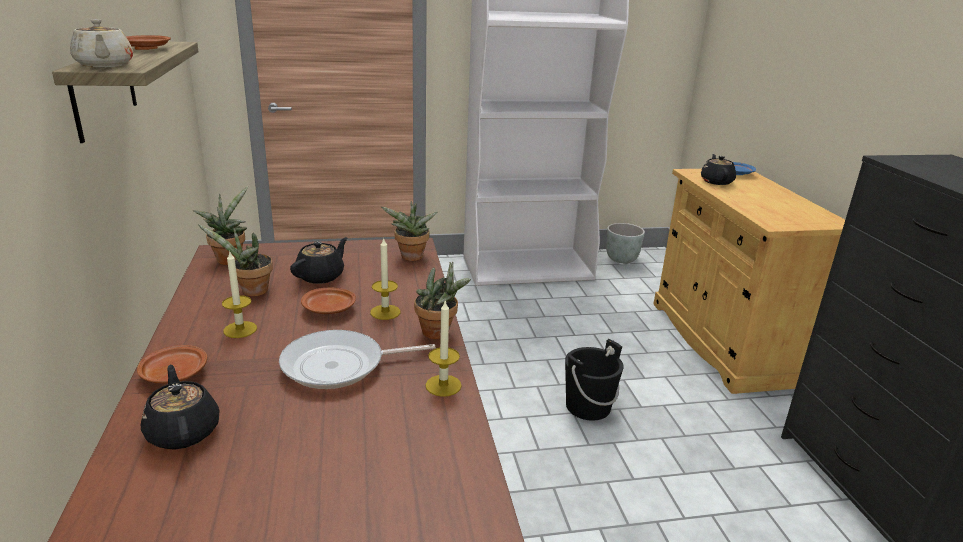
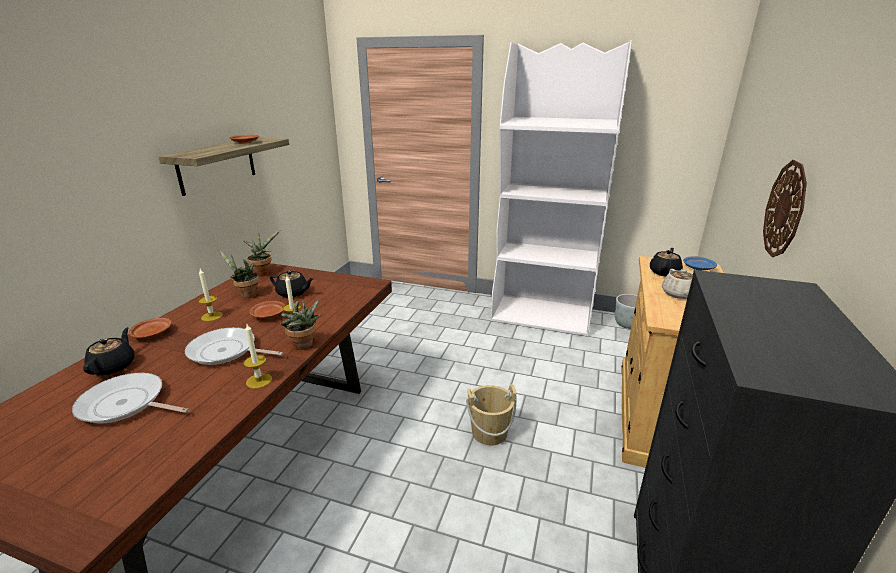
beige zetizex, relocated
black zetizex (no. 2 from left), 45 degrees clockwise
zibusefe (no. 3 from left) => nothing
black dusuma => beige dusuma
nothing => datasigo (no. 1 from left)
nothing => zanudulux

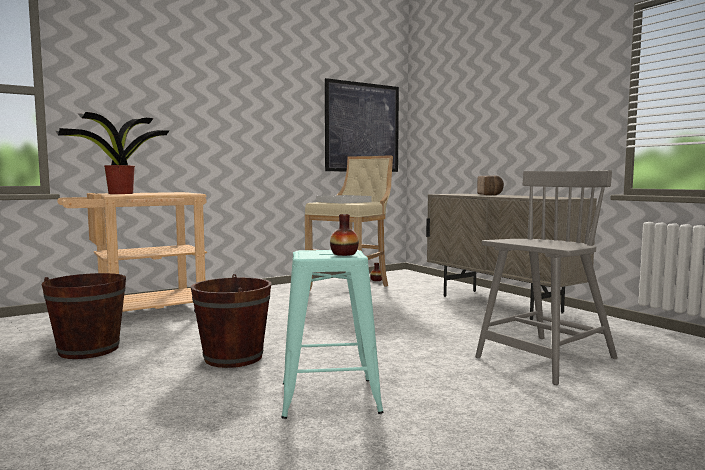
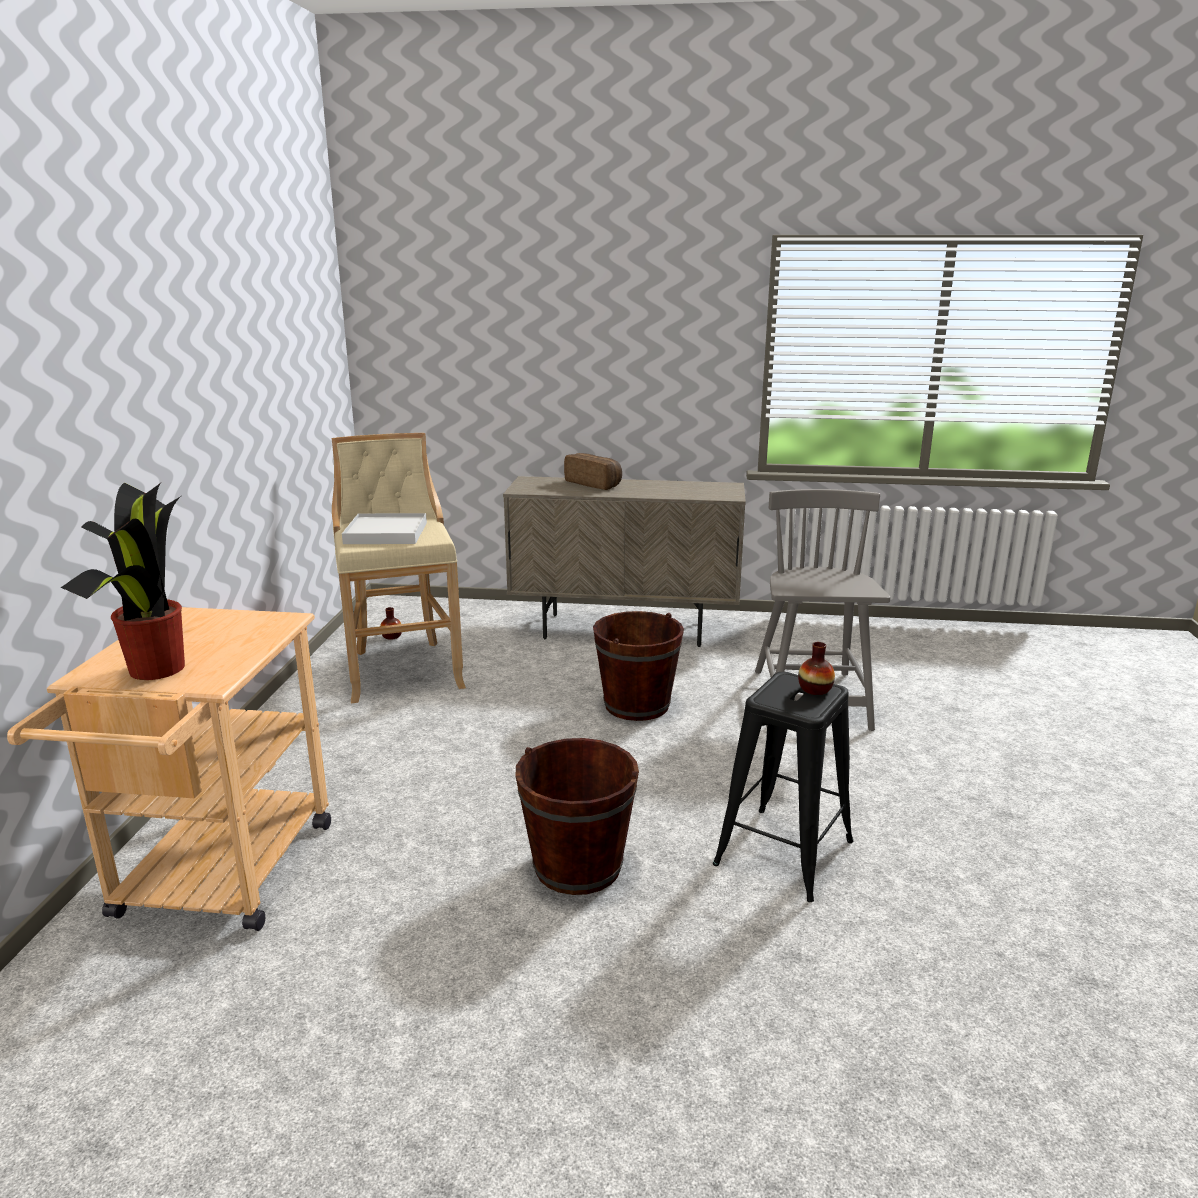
brown dusuma (no. 1 from left in the first image) => brown dusuma (no. 2 from left), relocated
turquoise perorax => black perorax
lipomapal => nothing

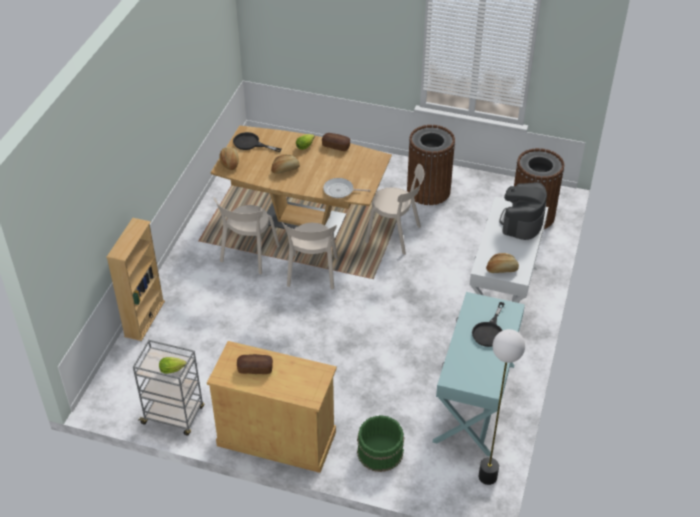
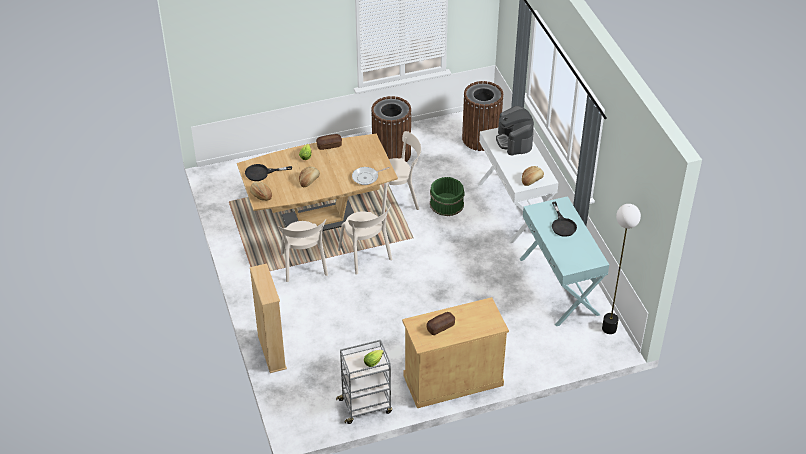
green dusuma, relocated

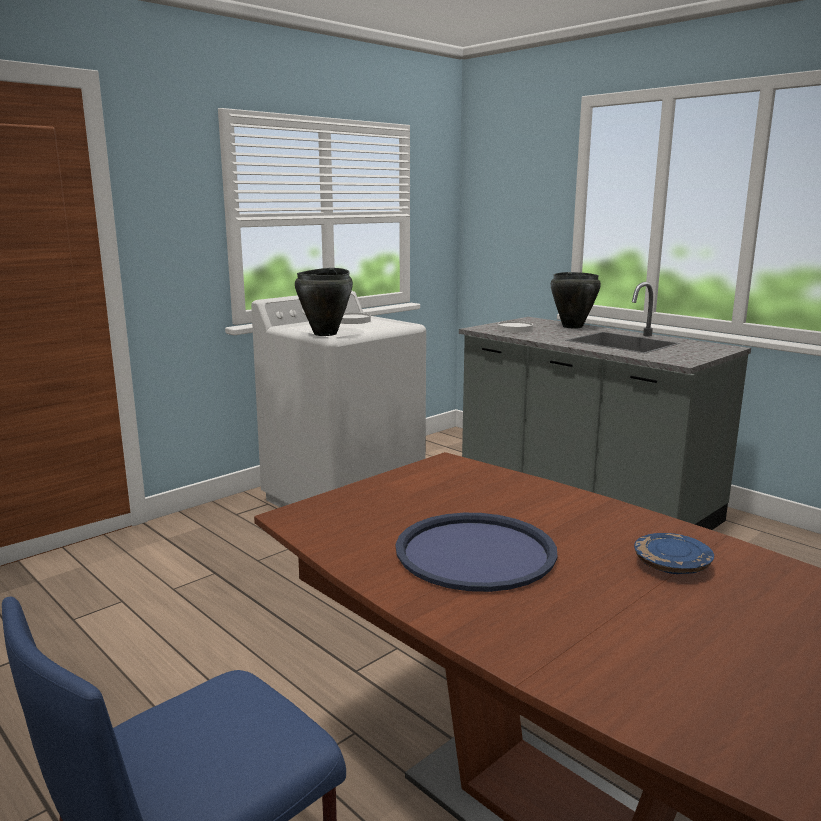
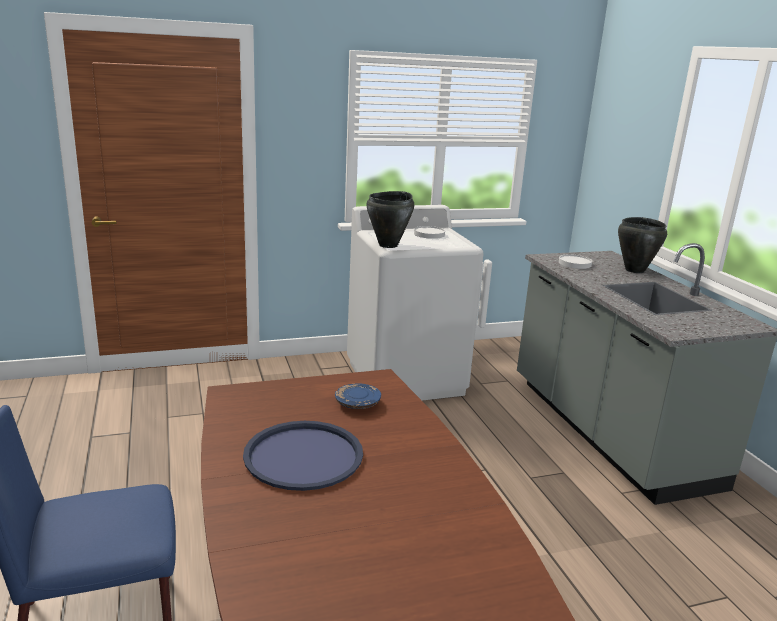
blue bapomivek, relocated

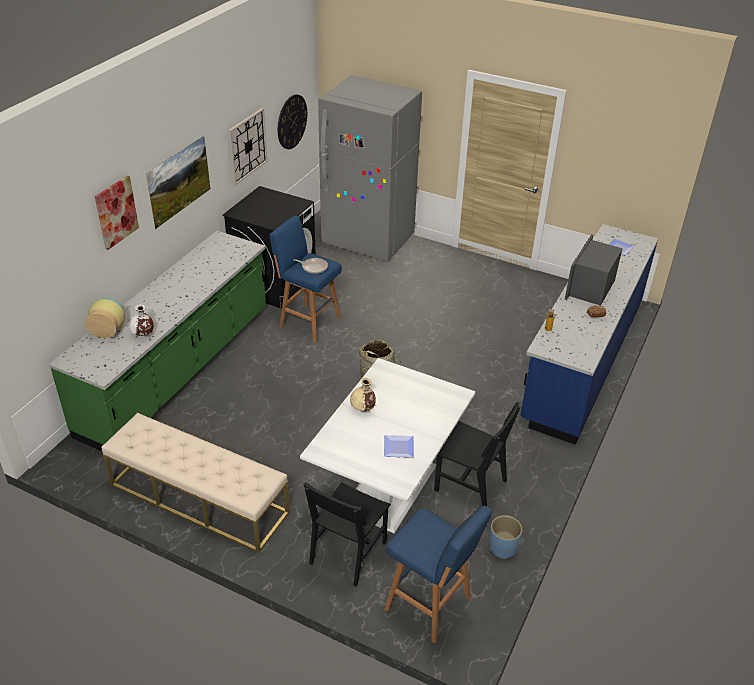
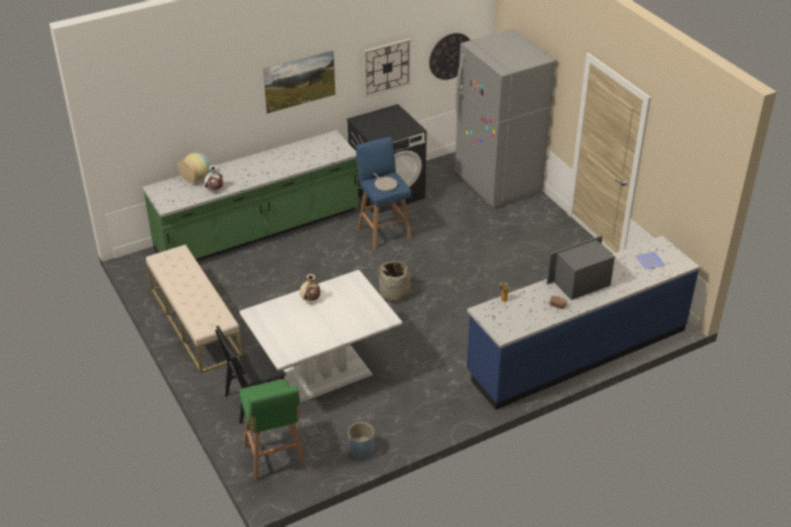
lipomapal (no. 1 from left) => nothing
bapomivek (no. 1 from left) => nothing
blue perorax (no. 2 from left) => green perorax
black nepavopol (no. 2 from left) => nothing

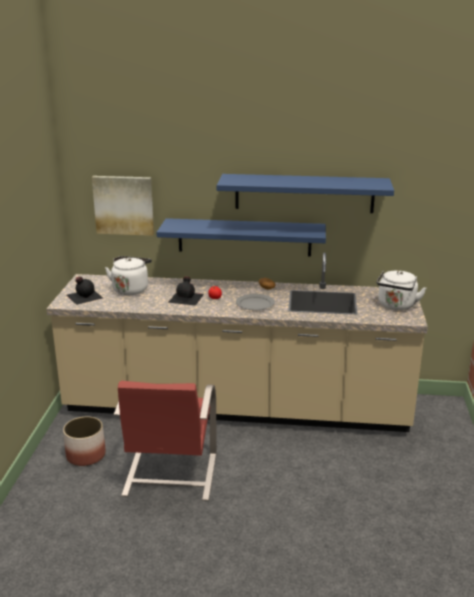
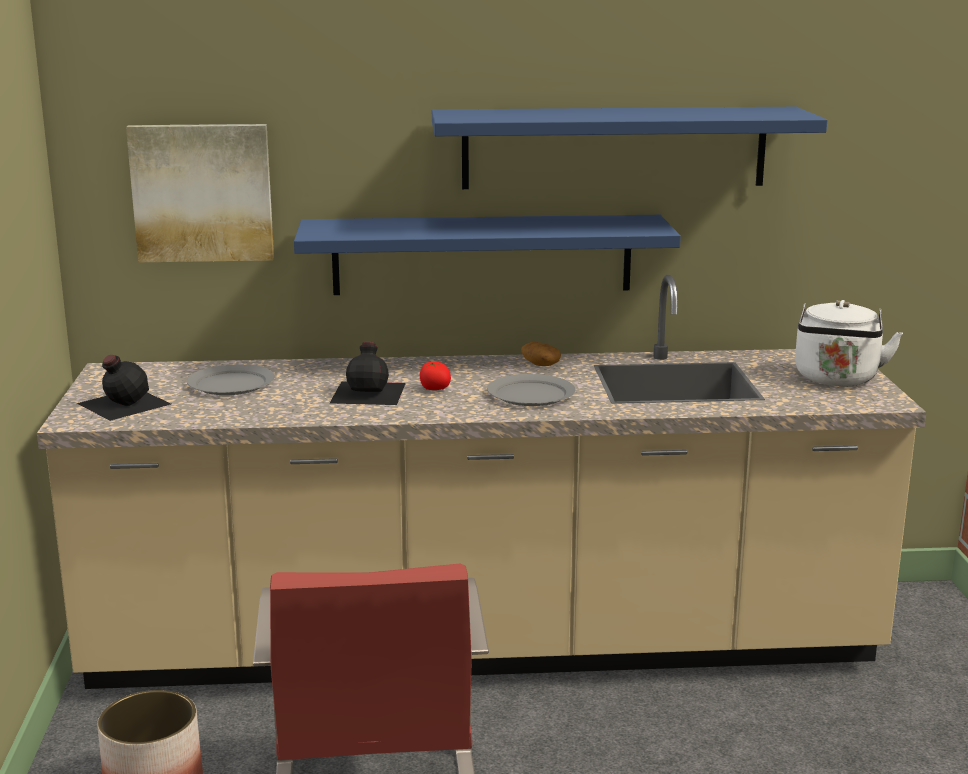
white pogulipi (no. 1 from left) => grey bapomivek (no. 1 from left)

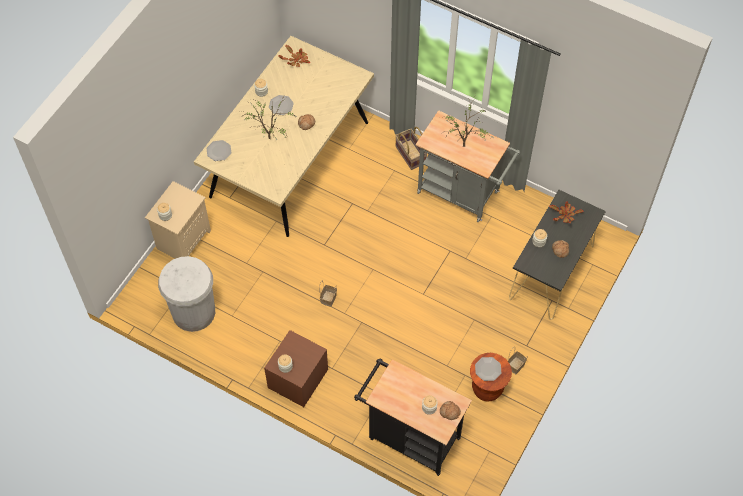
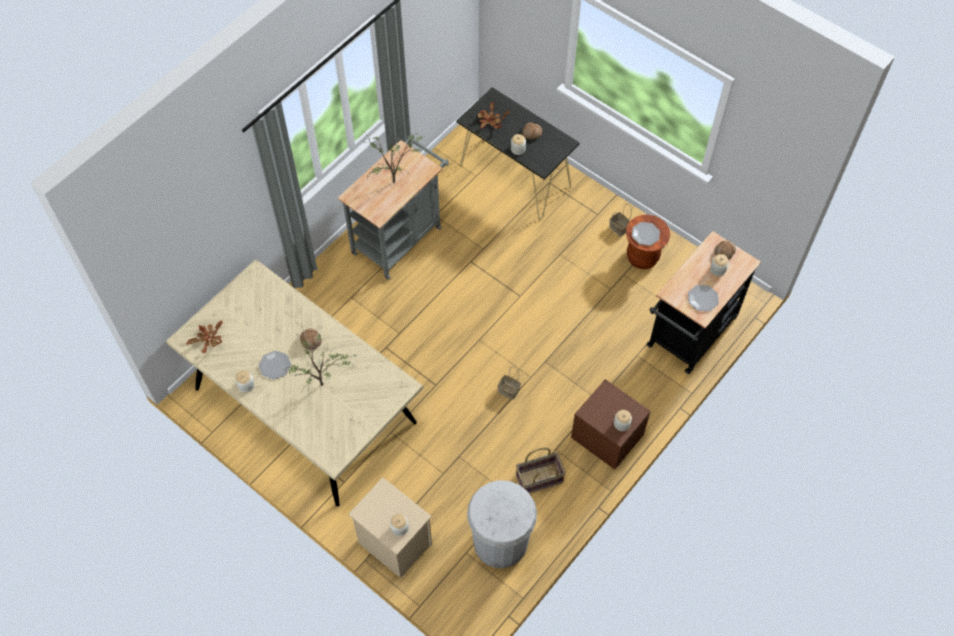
bapomivek (no. 1 from left in the first image) => bapomivek (no. 3 from left), relocated
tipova (no. 2 from left), relocated

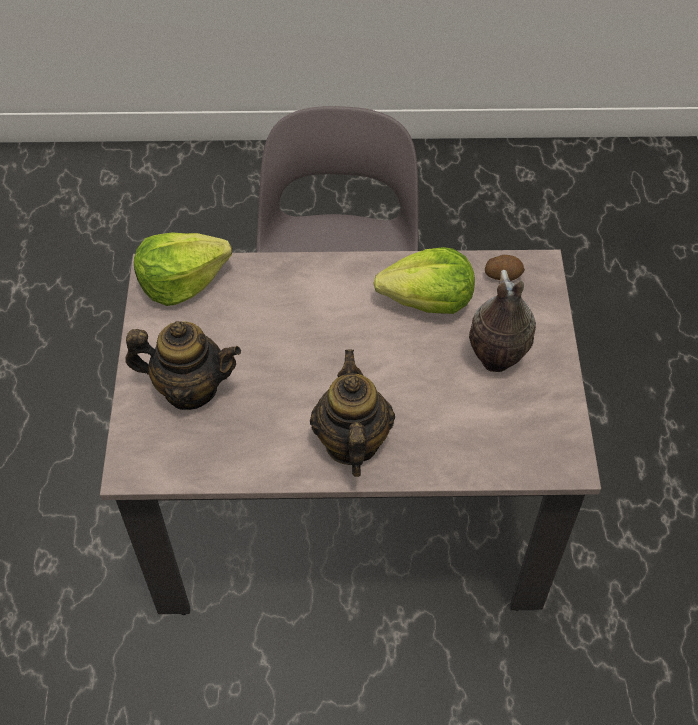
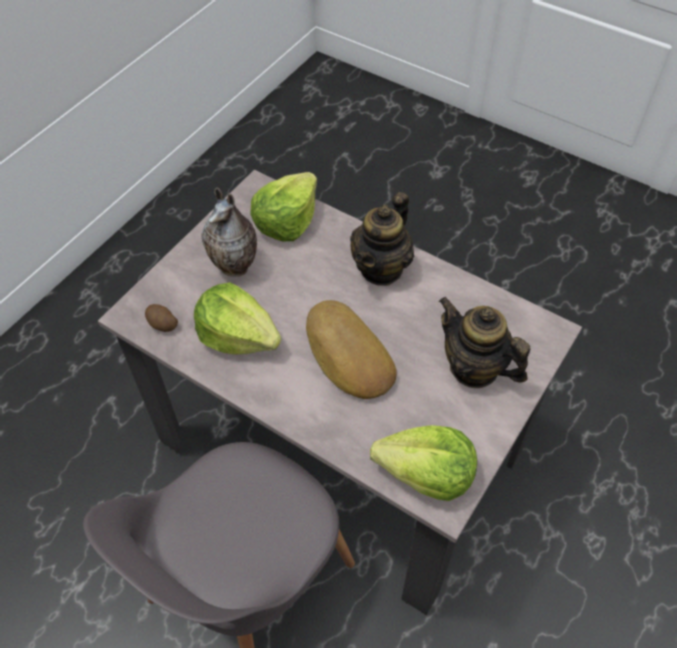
nothing => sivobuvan (no. 2 from left)
nothing => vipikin

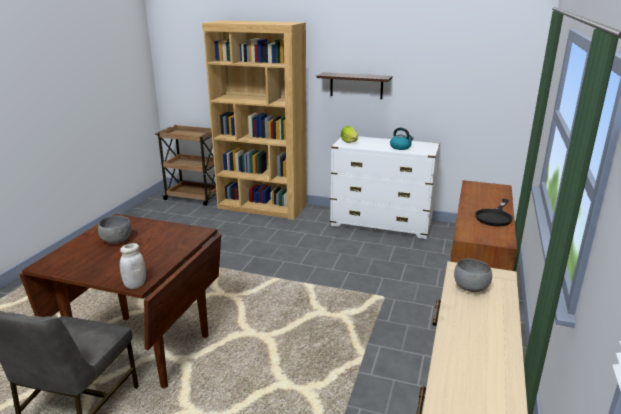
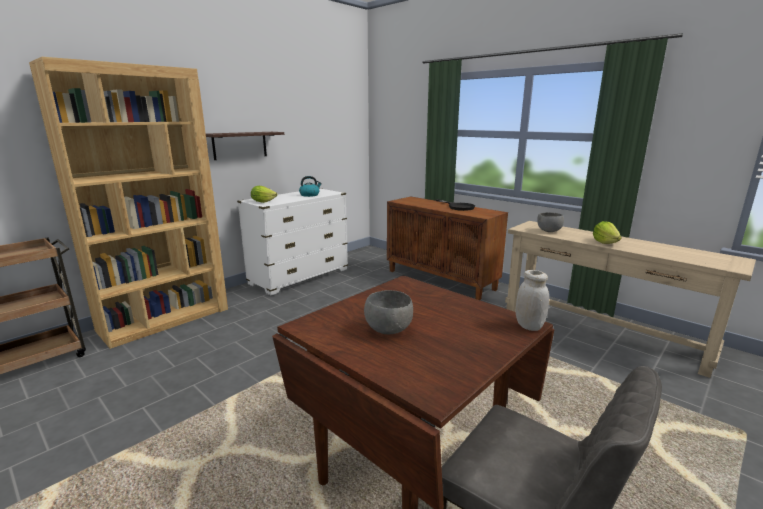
nothing => sivobuvan (no. 2 from left)

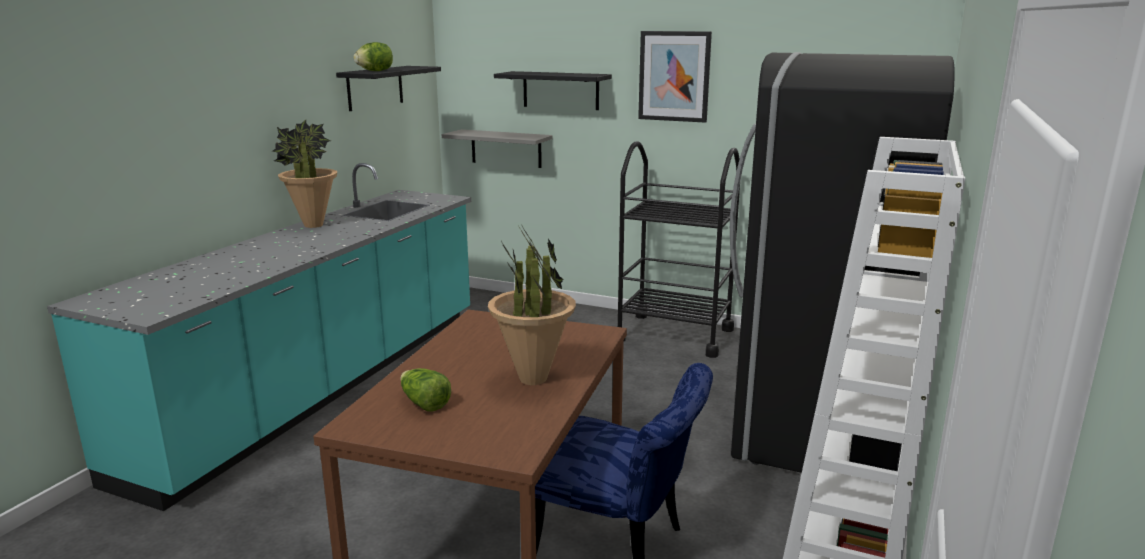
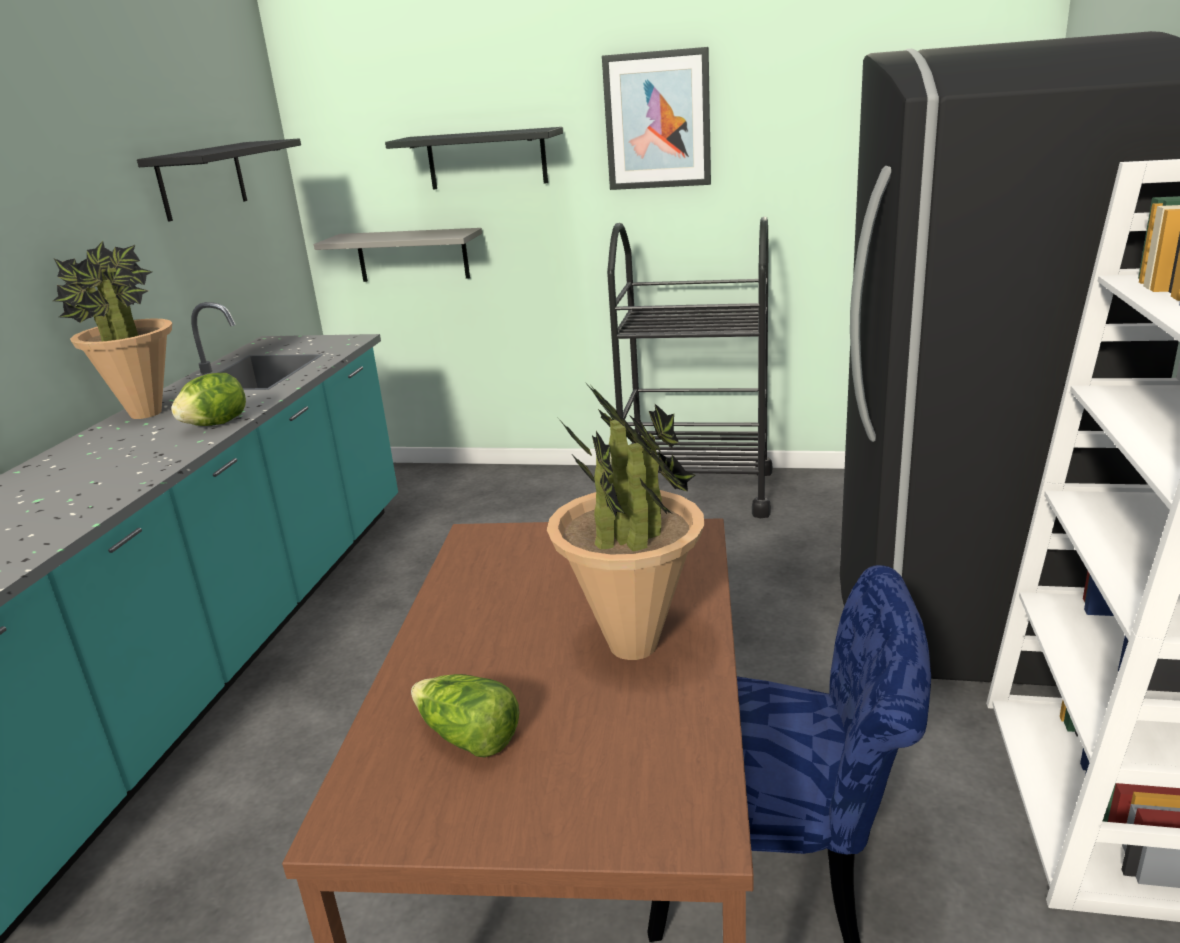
sivobuvan (no. 1 from left), relocated

